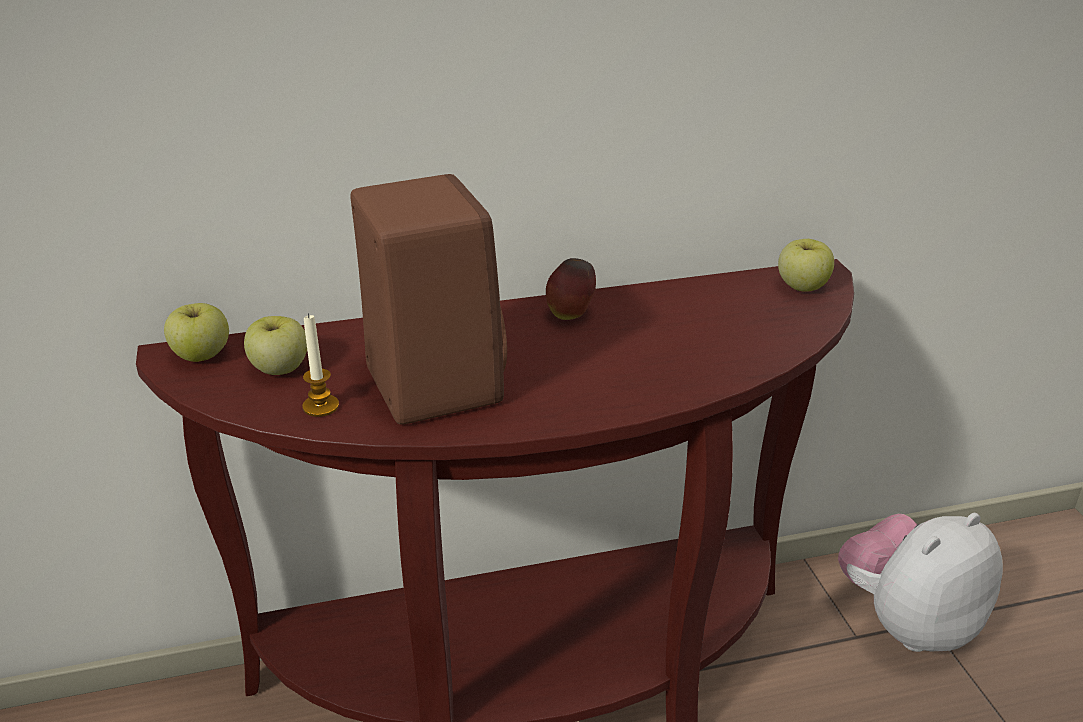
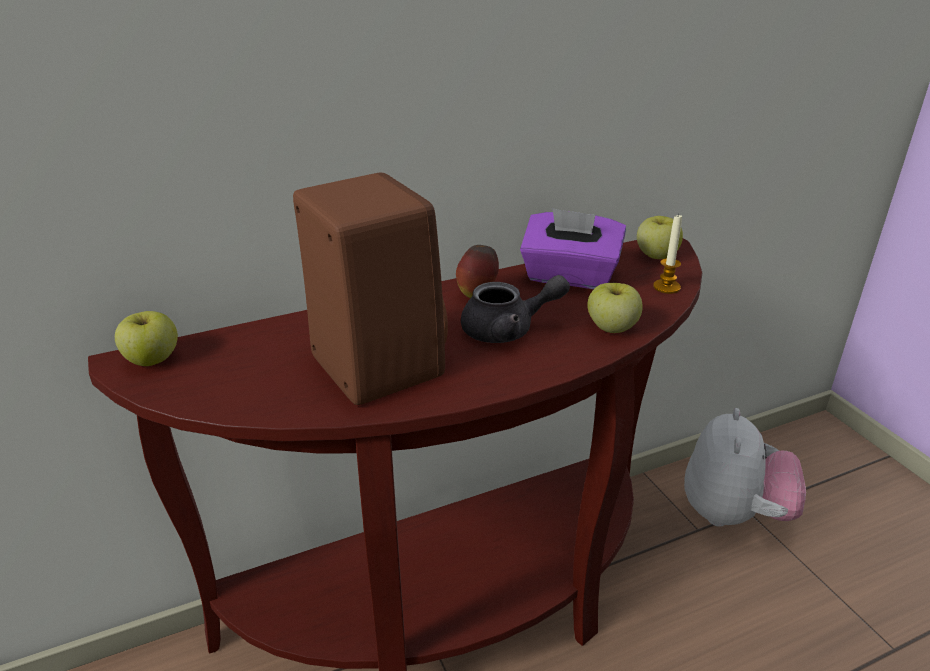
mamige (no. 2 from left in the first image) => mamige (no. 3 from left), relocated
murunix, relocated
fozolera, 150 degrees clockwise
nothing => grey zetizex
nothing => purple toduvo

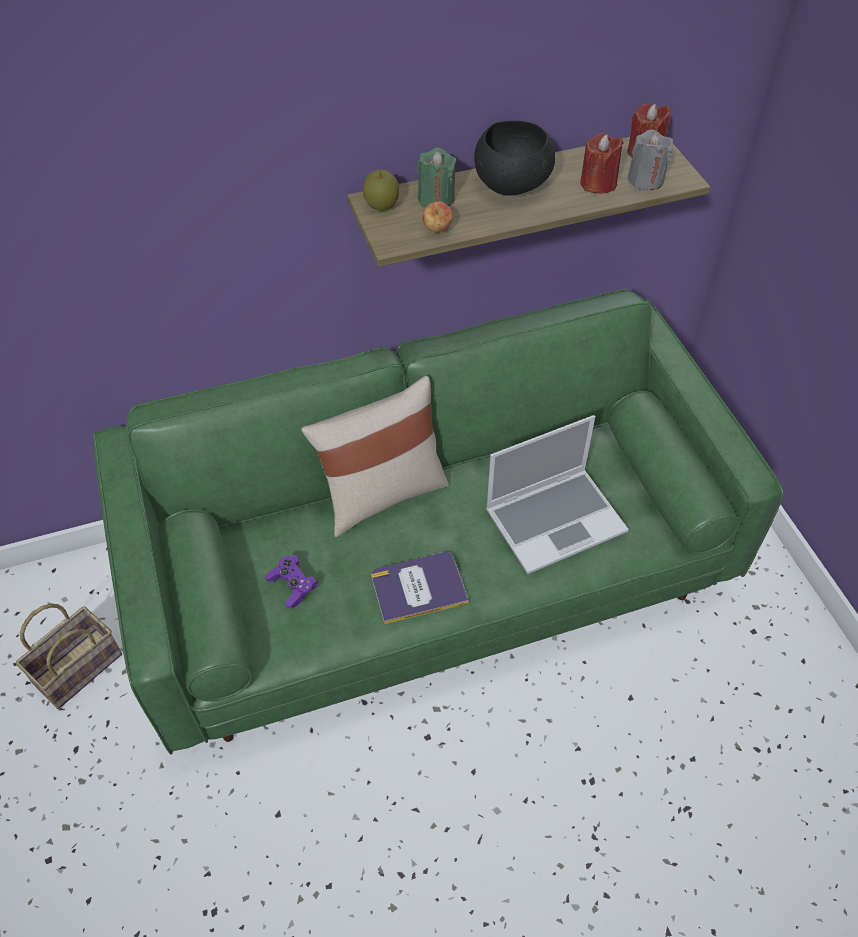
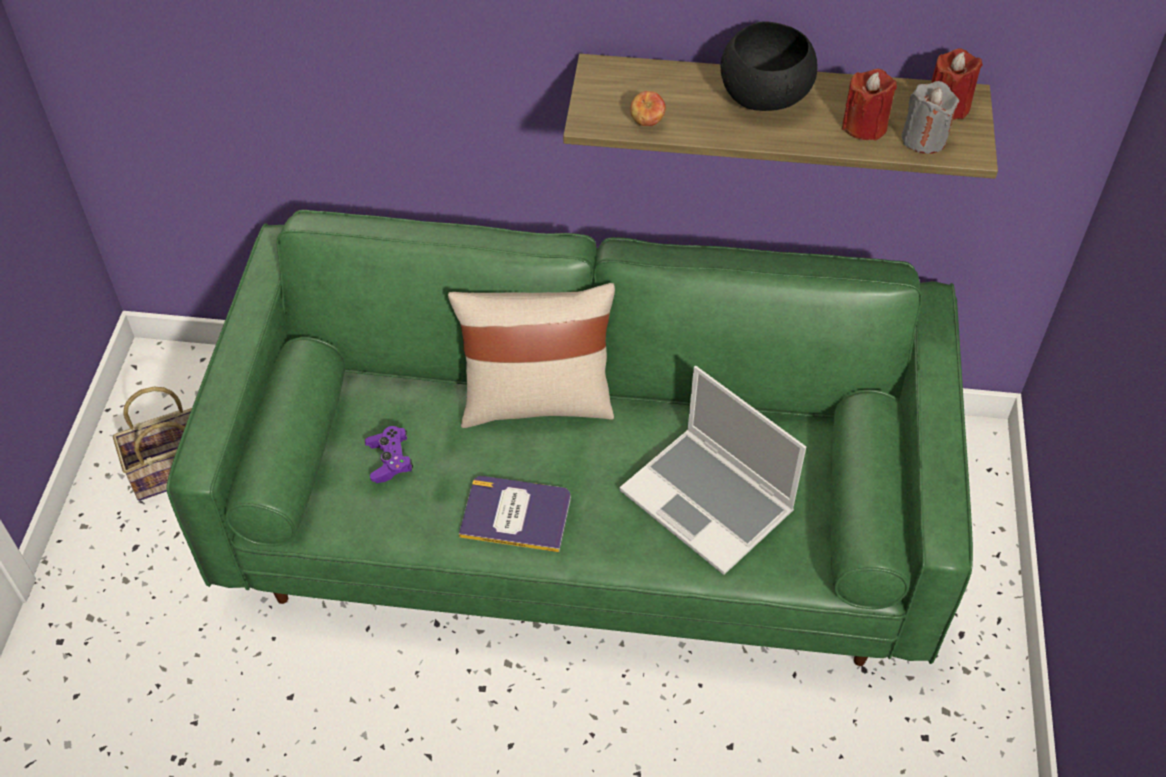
mamige (no. 1 from left) => nothing
green murunix => nothing
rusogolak, 45 degrees clockwise

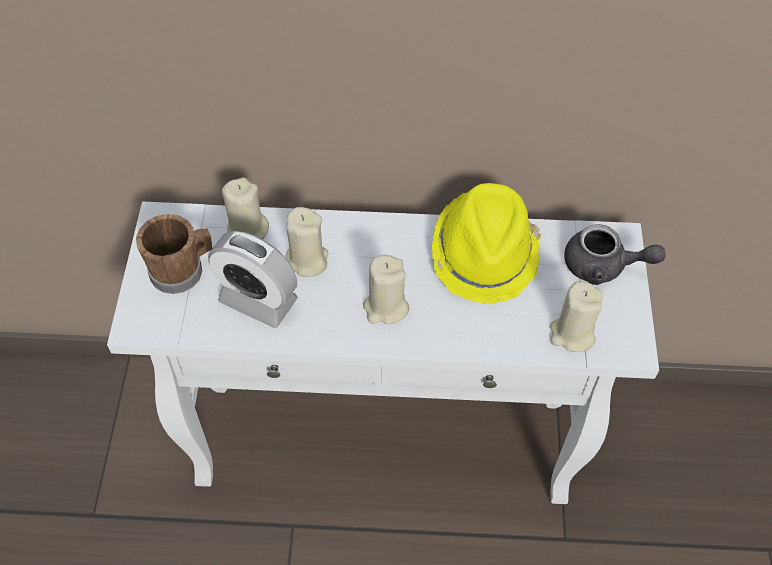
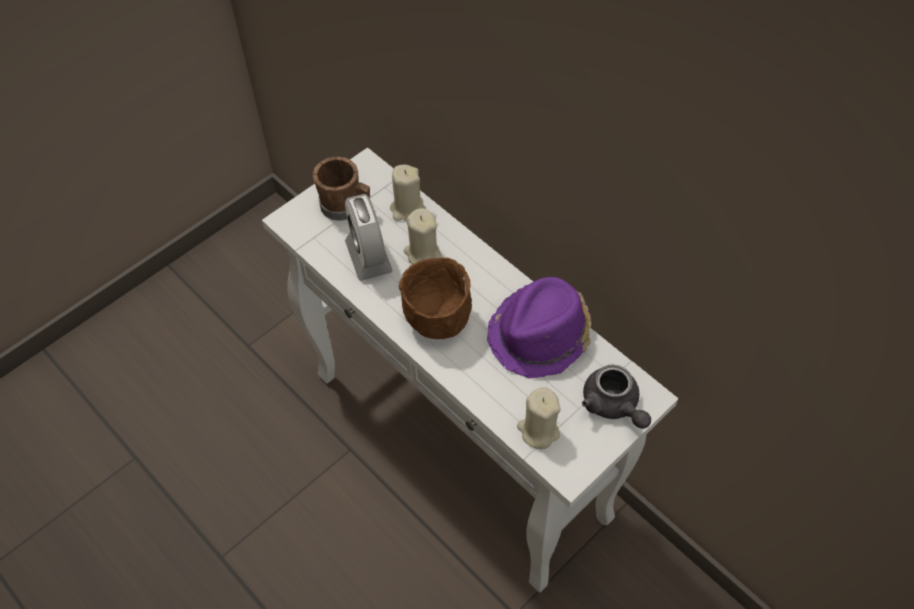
beige murunix (no. 3 from left) => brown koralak
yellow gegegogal => purple gegegogal

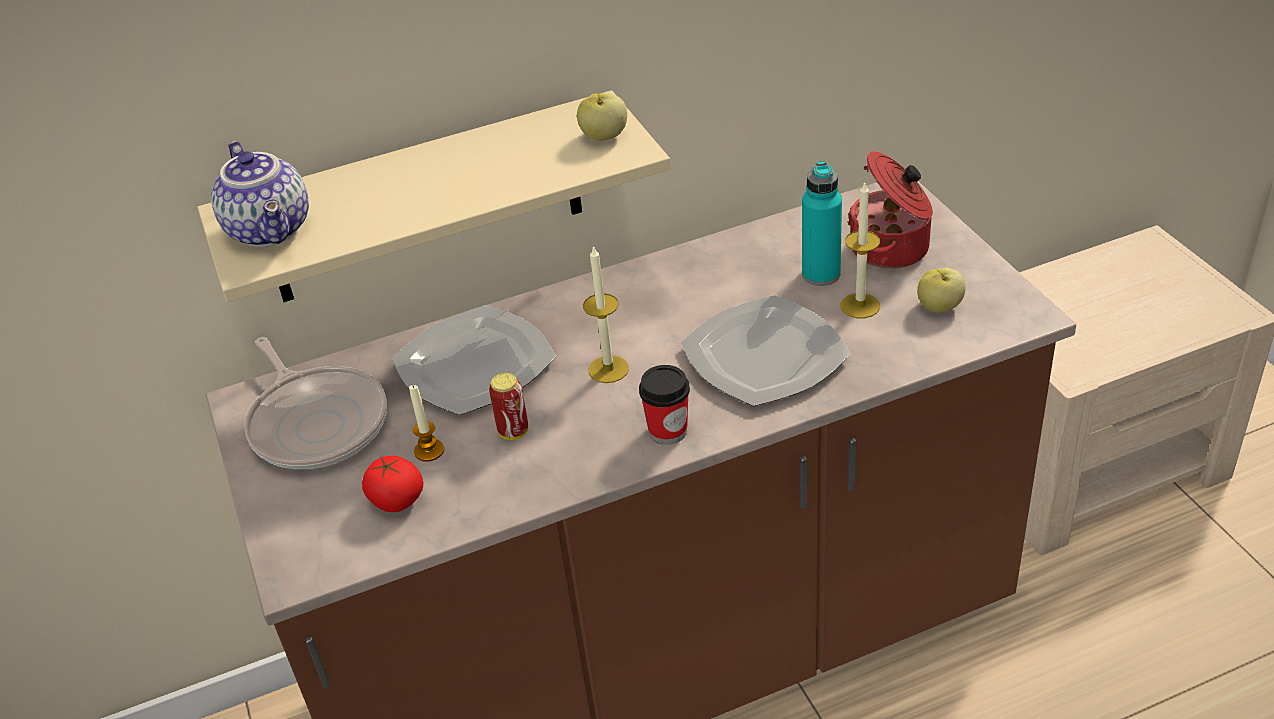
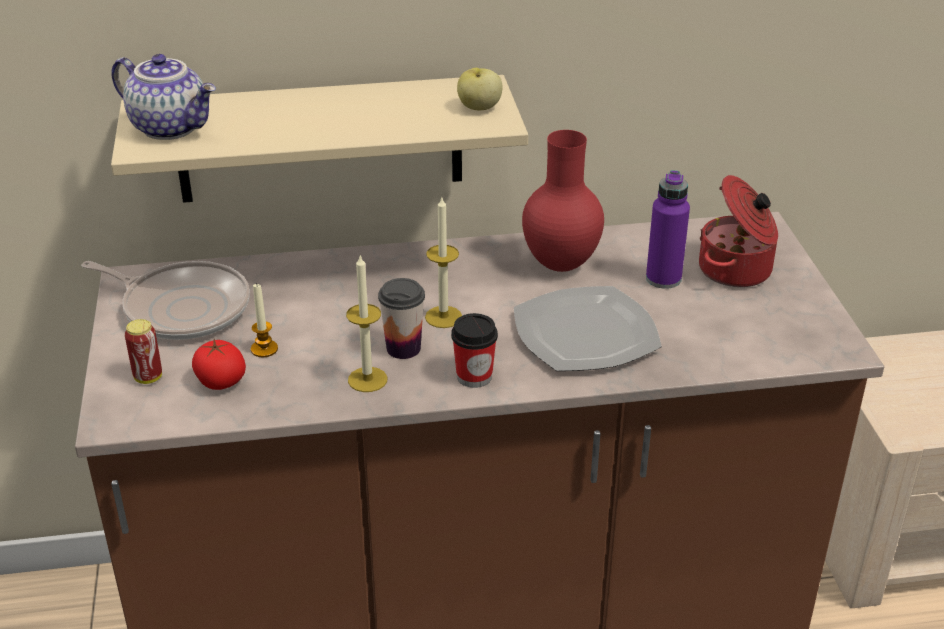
zetizex, 45 degrees counterclockwise
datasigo, 45 degrees counterclockwise
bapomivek (no. 1 from left) => nothing
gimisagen, relocated
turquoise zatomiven => purple zatomiven
murunix (no. 3 from left in the first image) => murunix (no. 2 from left), relocated
mamige (no. 2 from left) => nothing
nothing => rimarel (no. 1 from left)
nothing => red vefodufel

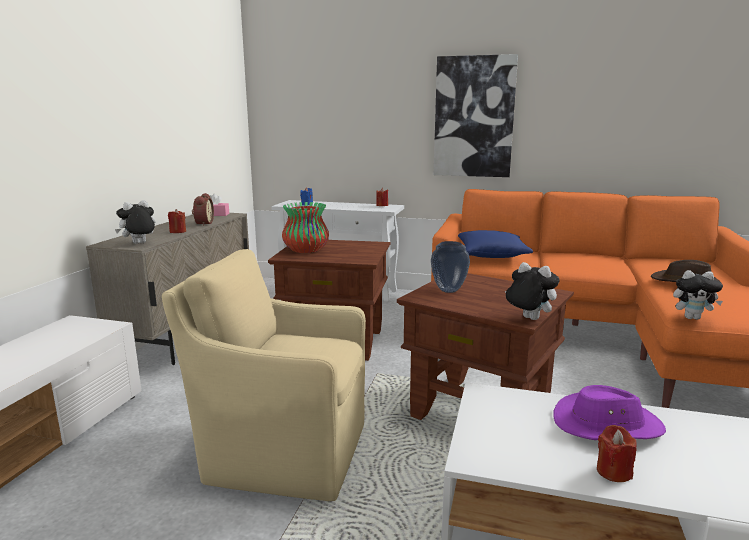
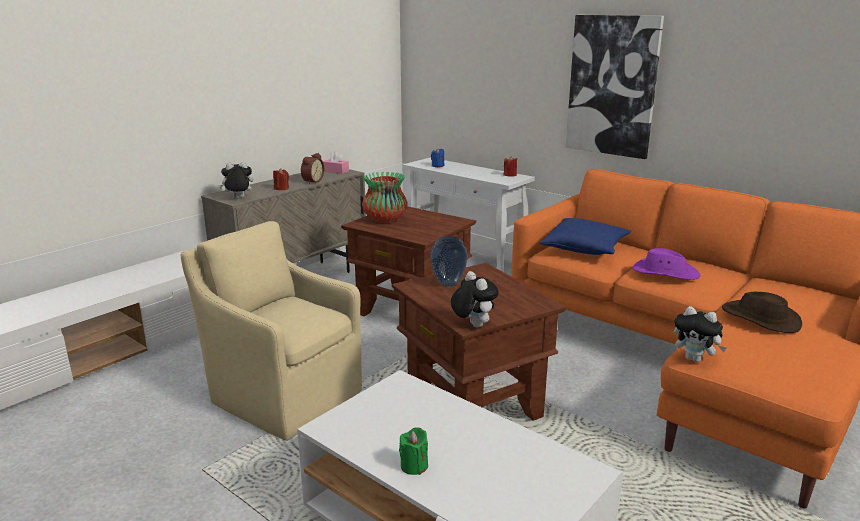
purple gegegogal, relocated
red murunix (no. 3 from left) => green murunix

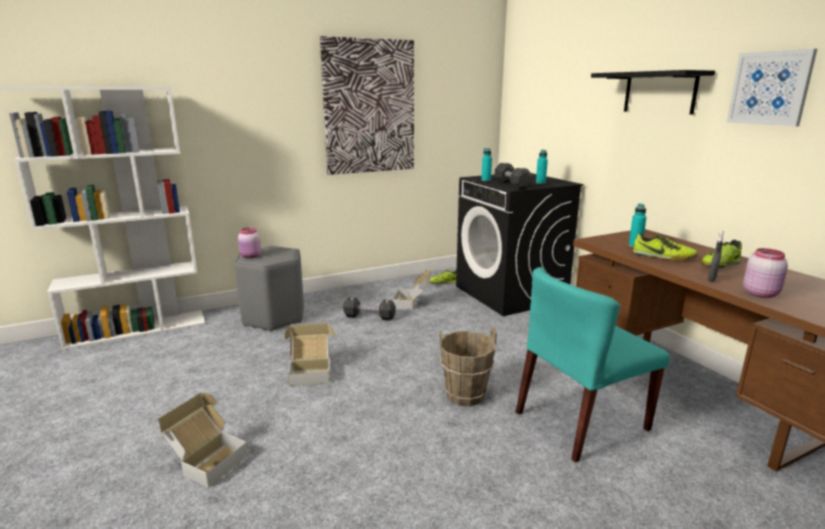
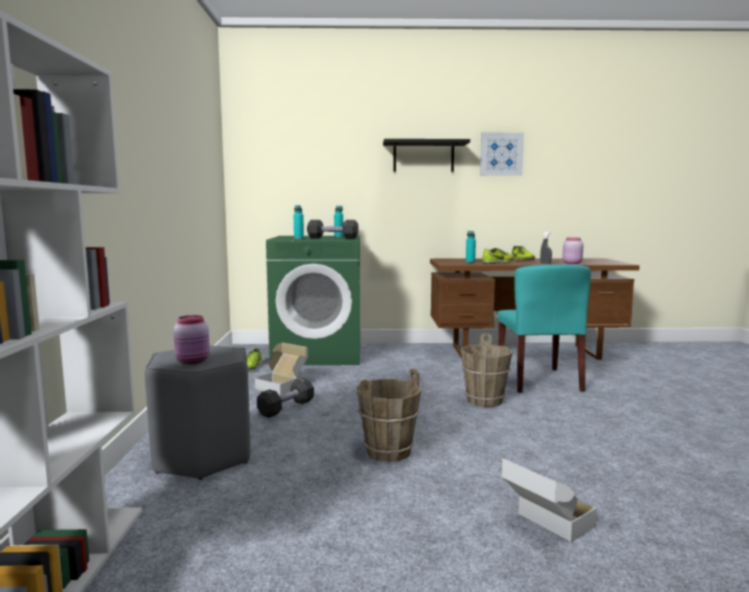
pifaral (no. 2 from left) => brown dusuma (no. 1 from left)
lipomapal (no. 1 from left) => nothing
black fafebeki => green fafebeki

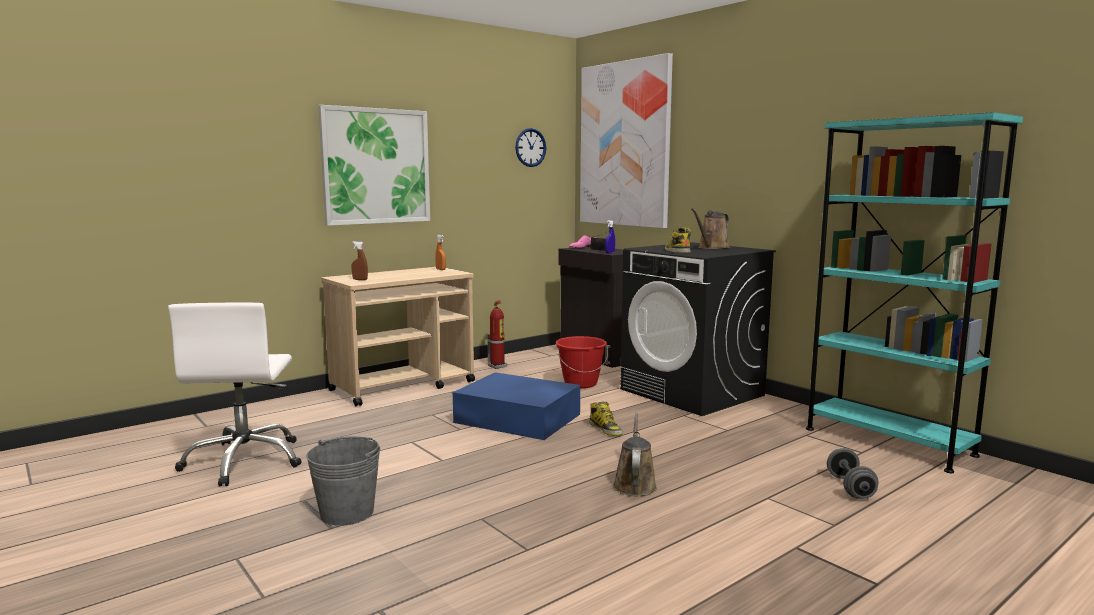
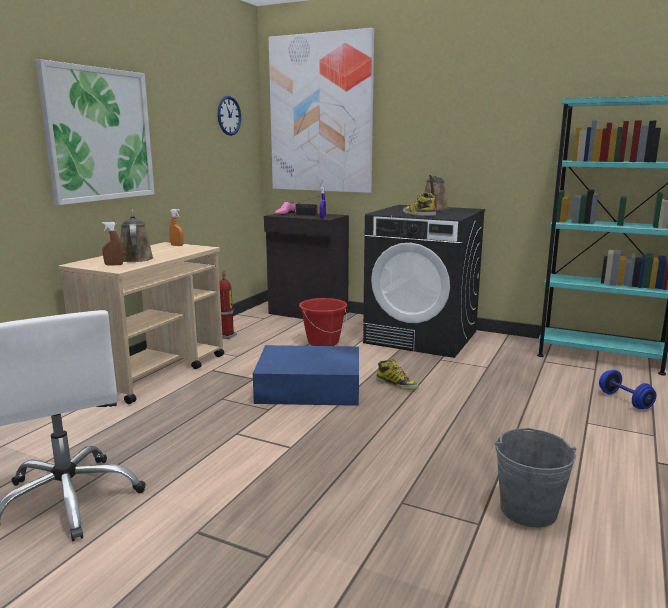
grey dusuma, relocated
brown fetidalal (no. 1 from left), relocated
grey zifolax => blue zifolax

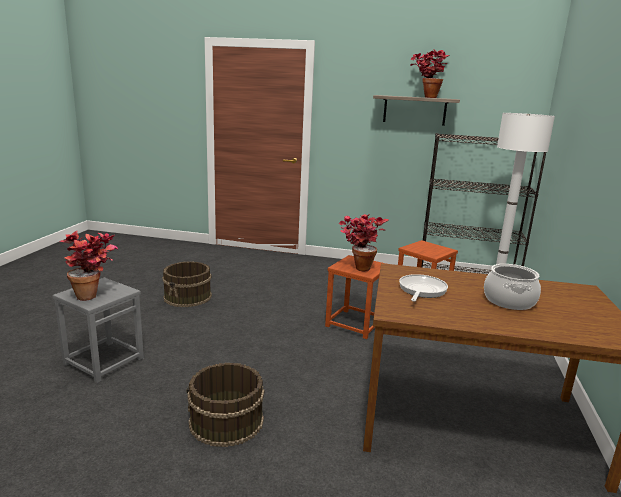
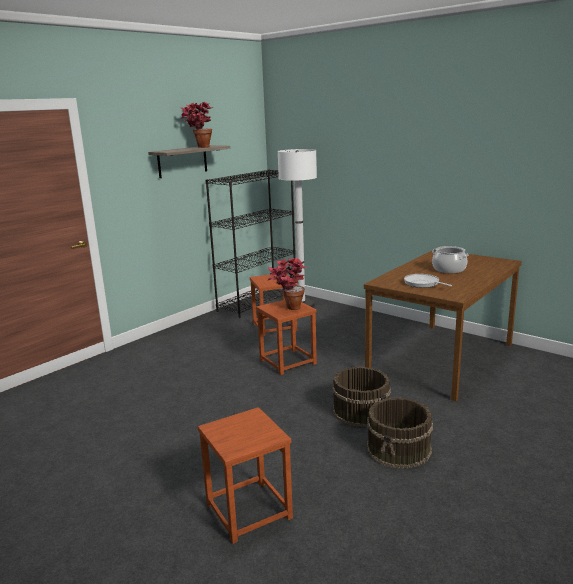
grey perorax => brown perorax (no. 1 from left)
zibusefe (no. 1 from left) => nothing
brown dusuma (no. 1 from left), relocated

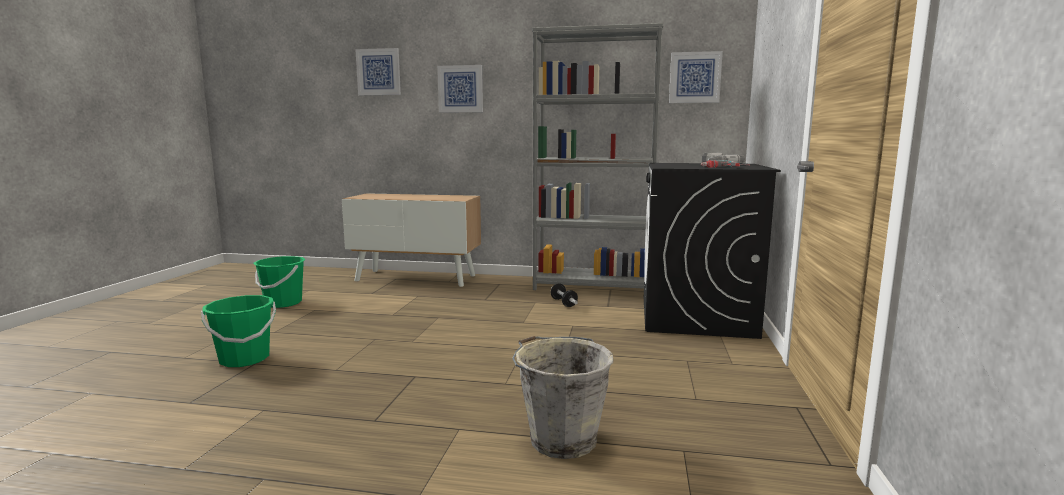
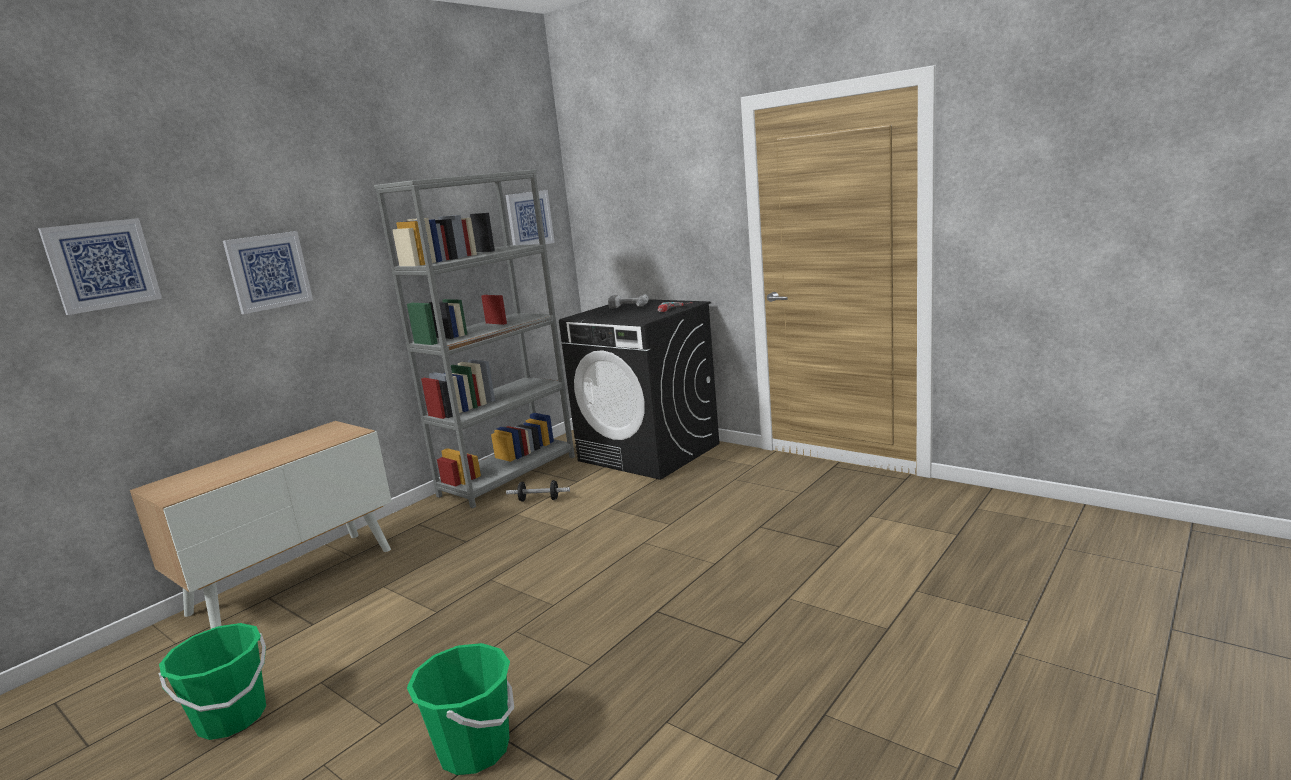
grey dusuma => nothing

